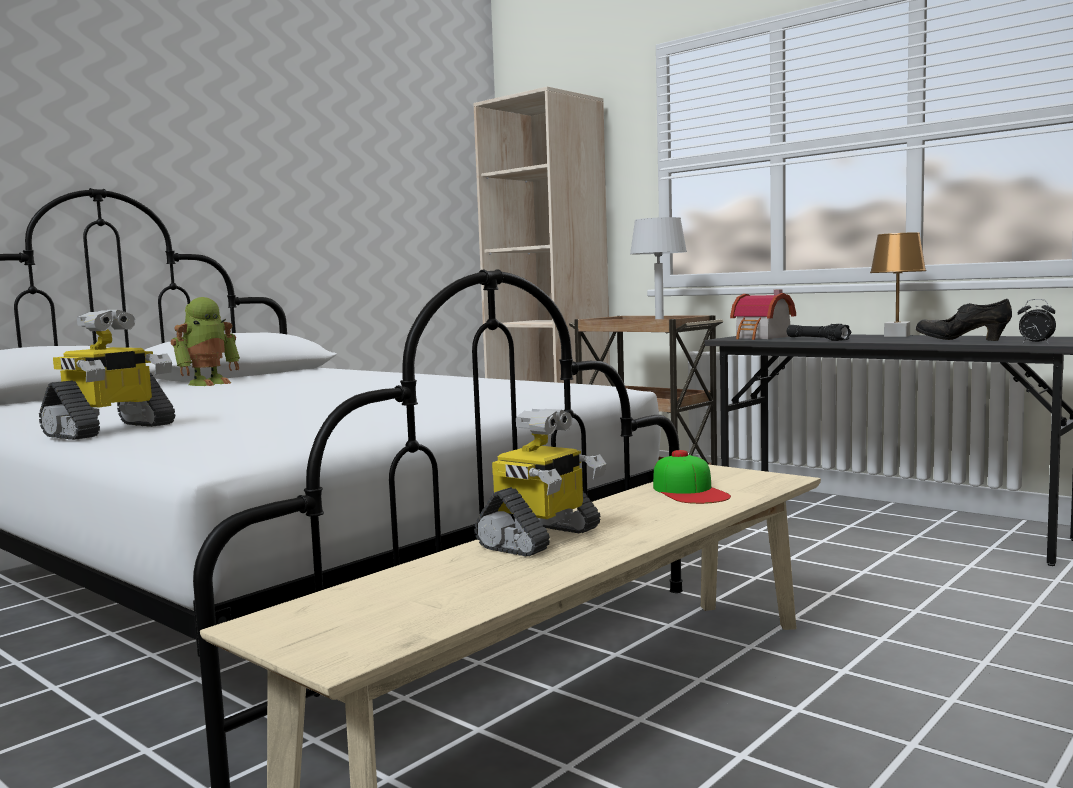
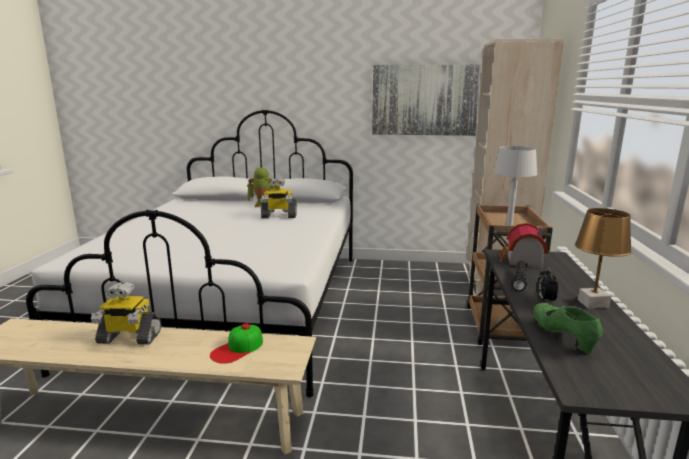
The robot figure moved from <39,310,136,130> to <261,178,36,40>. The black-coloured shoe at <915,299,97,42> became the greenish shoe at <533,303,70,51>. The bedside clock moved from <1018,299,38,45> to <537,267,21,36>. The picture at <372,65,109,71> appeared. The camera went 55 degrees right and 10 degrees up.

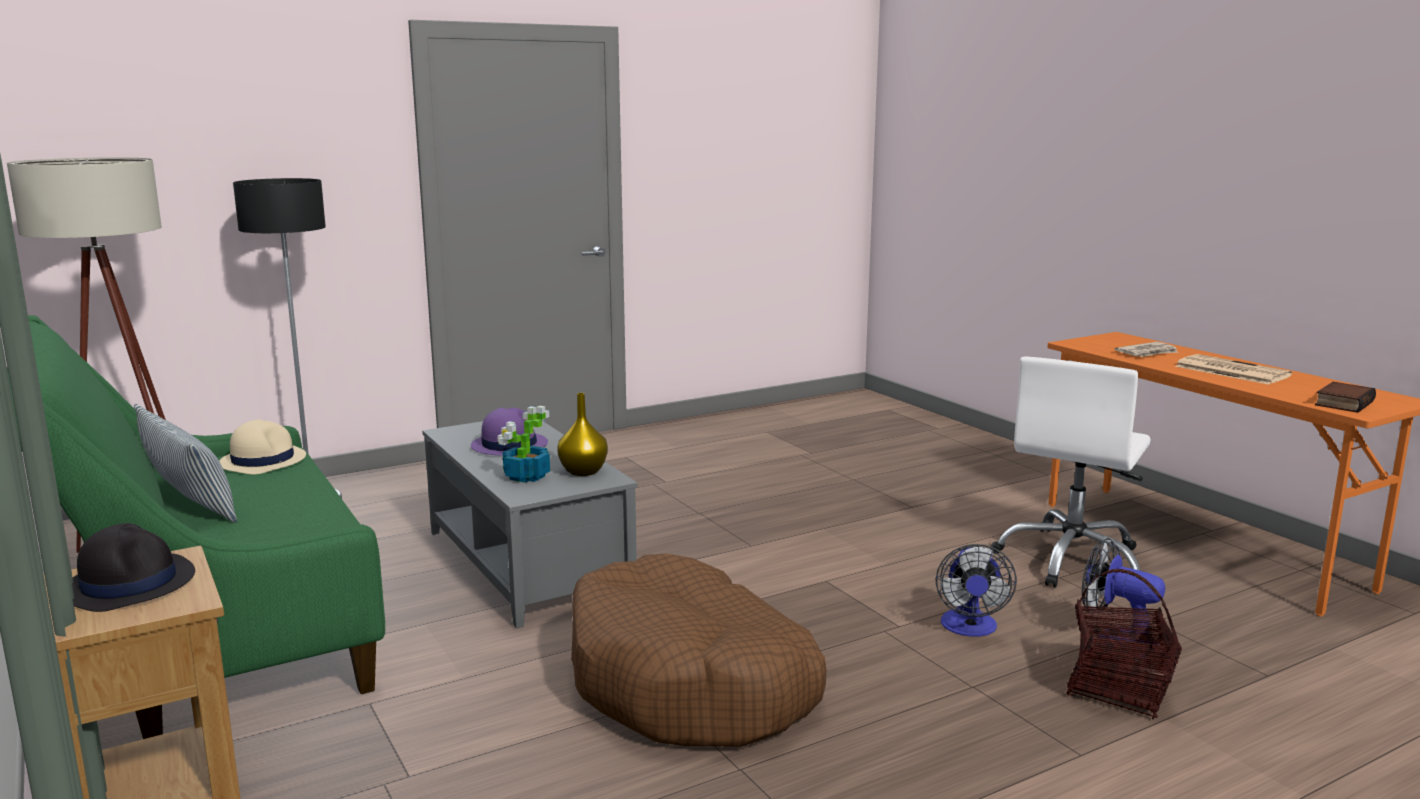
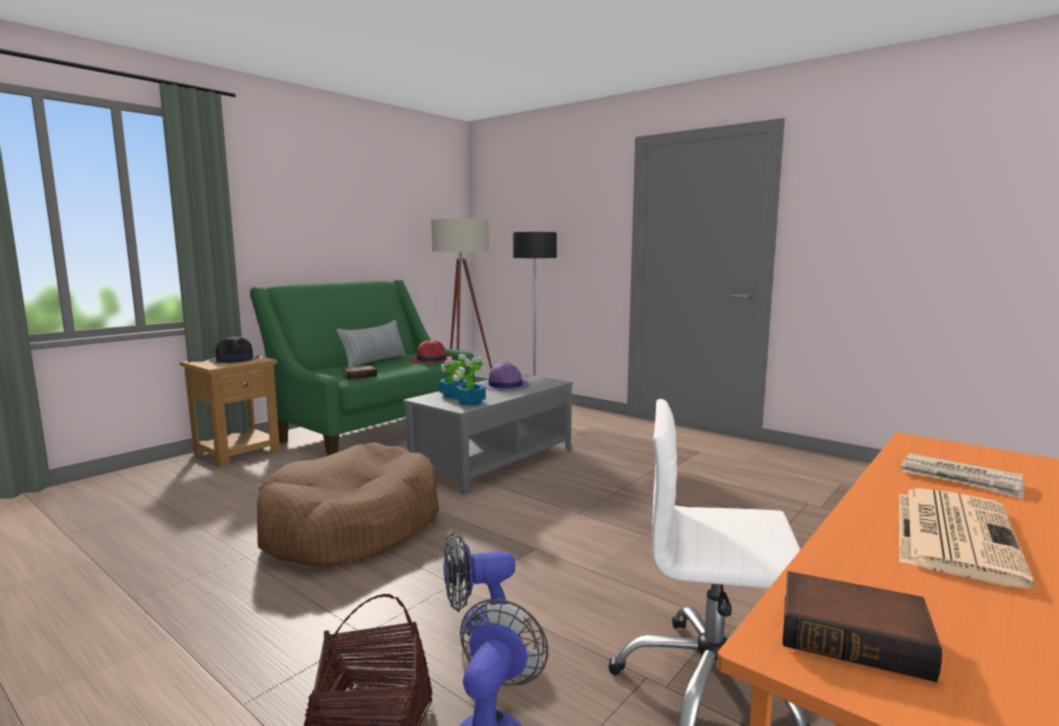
The sand-coloured wearable hat at <219,420,87,54> became the reddish wearable hat at <411,340,41,23>. The yellow-coloured flower vase at <557,393,51,83> was replaced by the houseplant at <453,357,33,49>. The book at <342,366,35,13> appeared. The camera went 70 degrees right and 5 degrees down.

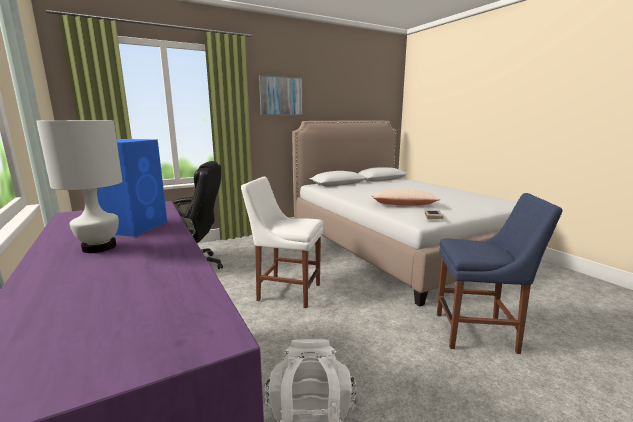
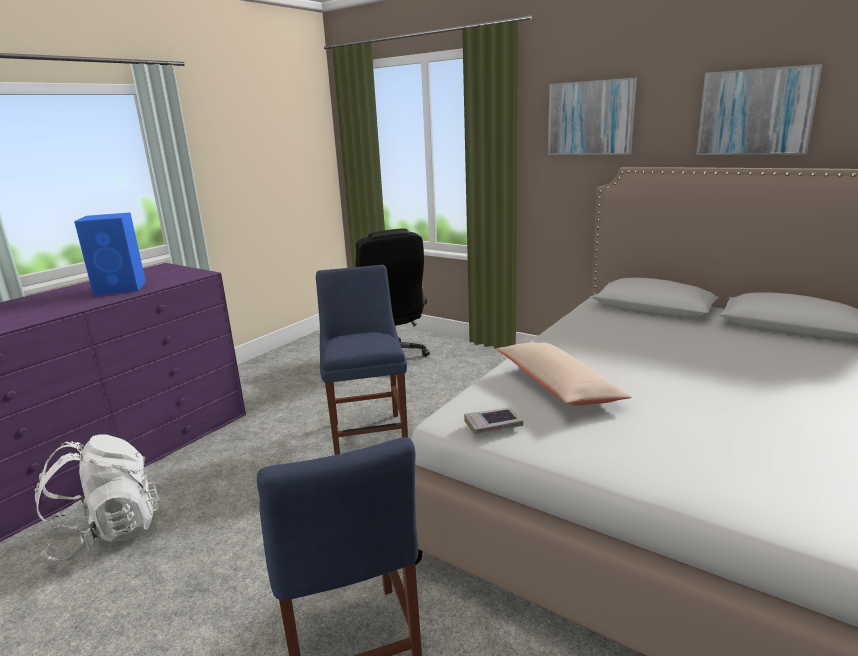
The whitish lamp for a table at <36,120,87,133> disappeared. The whitish upright chair at <241,177,82,131> became the blue upright chair at <316,265,92,190>. The picture at <696,64,126,91> appeared. The camera went 65 degrees right and 5 degrees up.

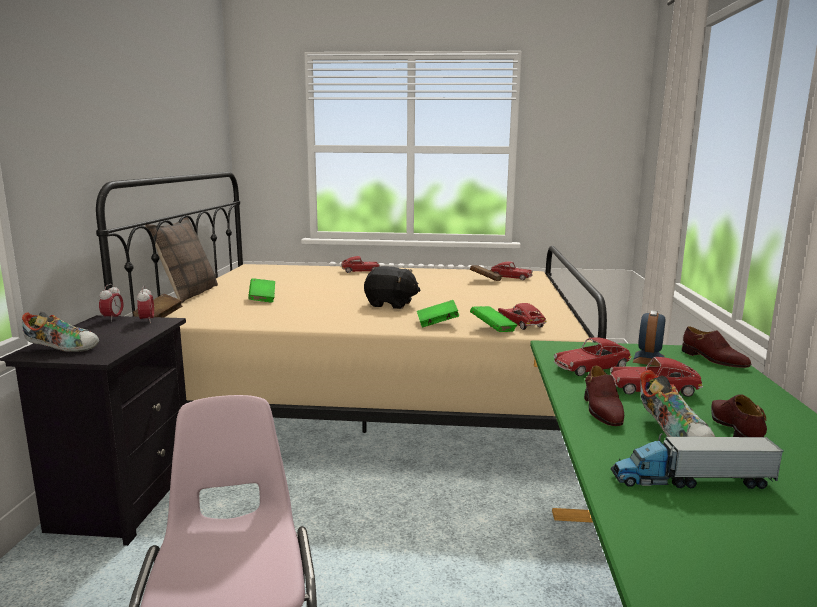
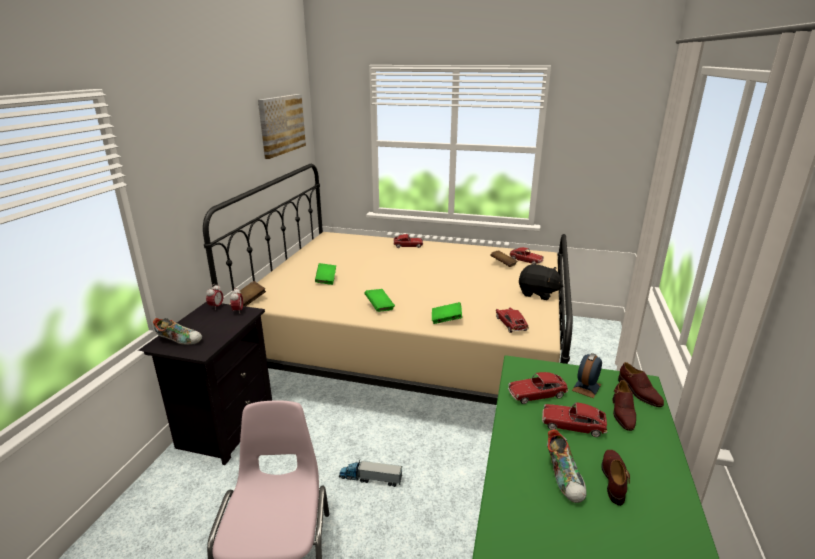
The cushion at <145,218,73,86> disappeared. The black-coloured plush toy moved from <364,266,56,43> to <519,264,44,36>. The greenish book moved from <470,306,47,26> to <364,289,31,23>. The brown shoe moved from <584,366,40,60> to <612,380,24,51>. The toy lorry moved from <611,433,173,56> to <339,460,63,27>. The picture at <258,94,48,65> appeared. The camera went 10 degrees right and 10 degrees up.

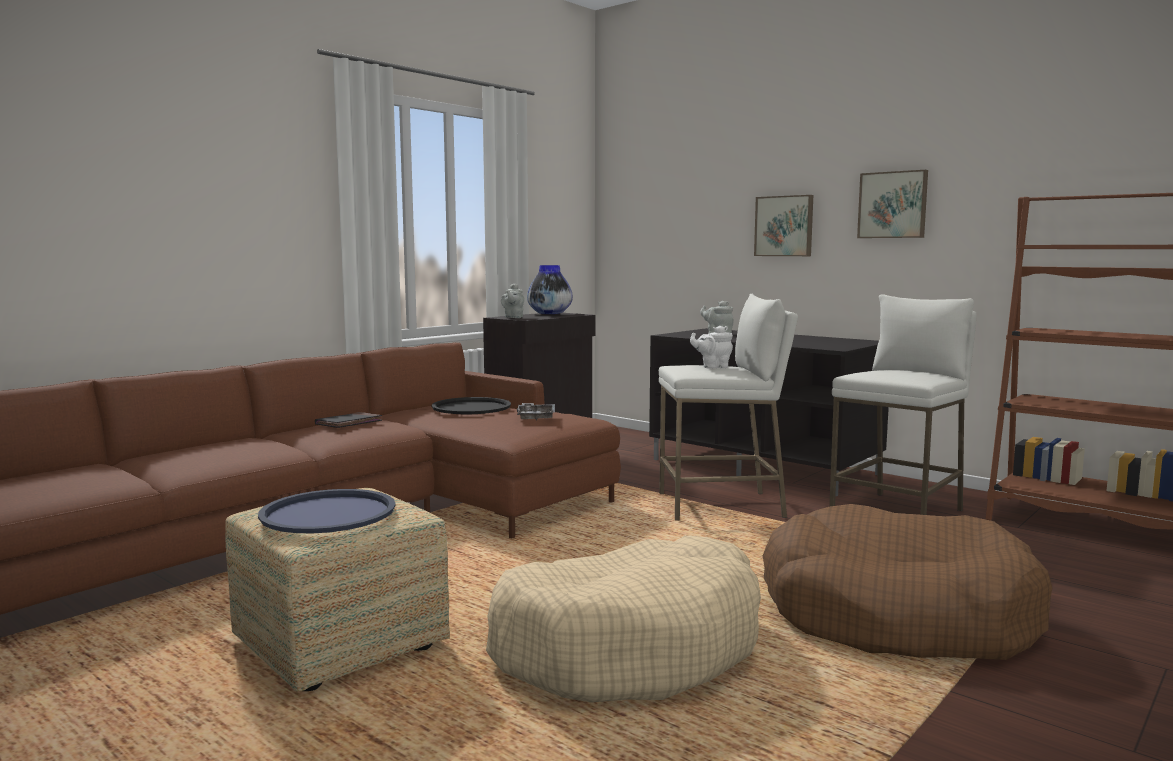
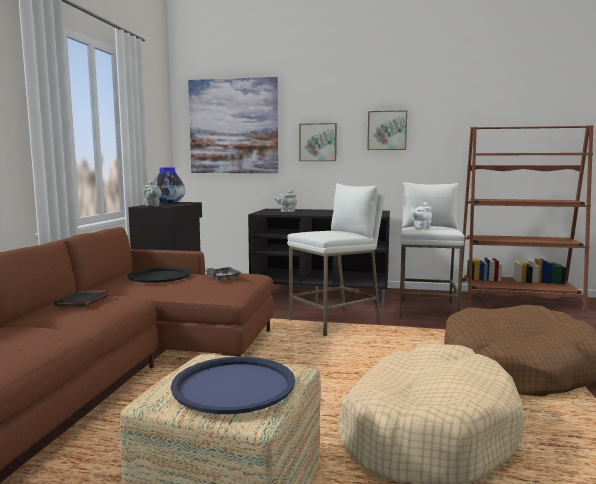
The whitish teapot moved from <690,326,43,43> to <411,202,21,27>. The picture at <188,77,90,96> appeared. The camera went 30 degrees left and 0 degrees up.

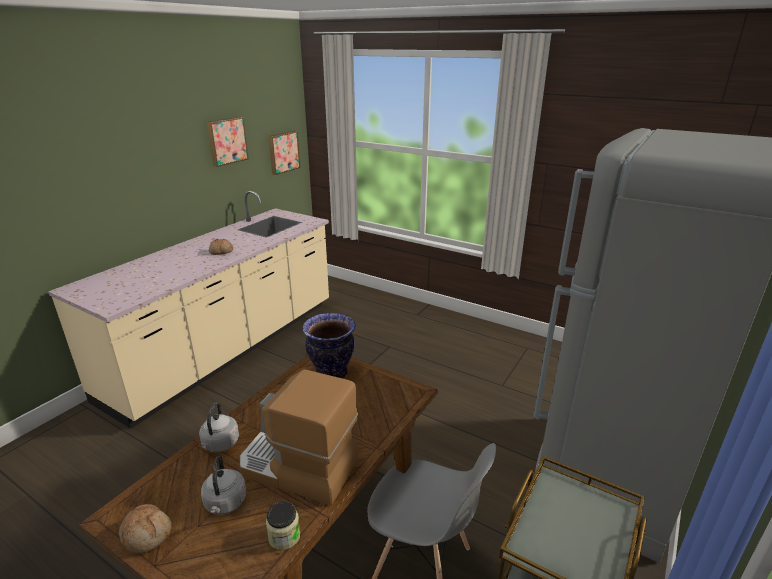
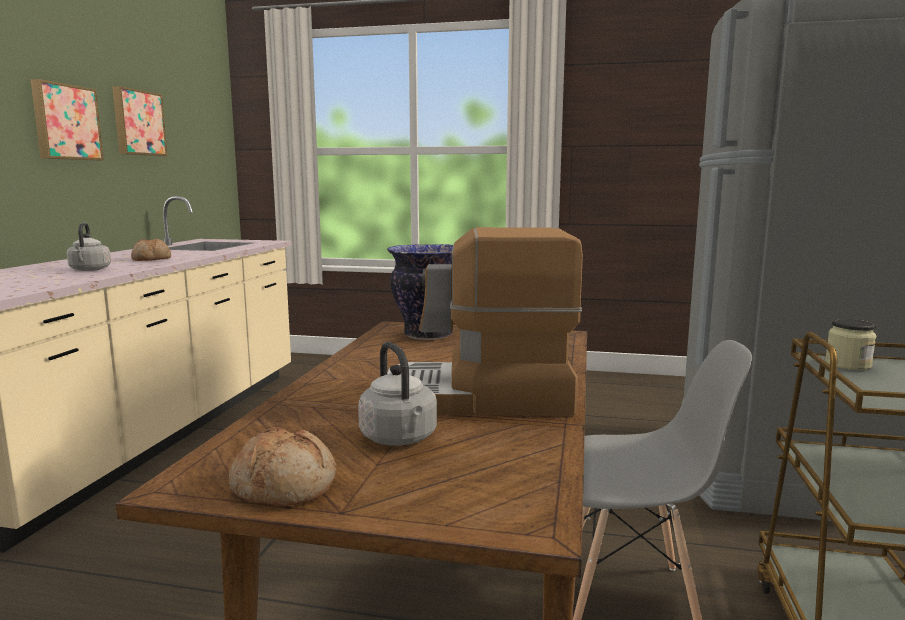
The greyish water kettle moved from <199,402,40,50> to <67,222,44,49>. The storage jar moved from <266,502,34,48> to <825,319,51,51>. The picture moved from <268,131,32,44> to <31,79,73,82>. The camera went 20 degrees left and 15 degrees down.

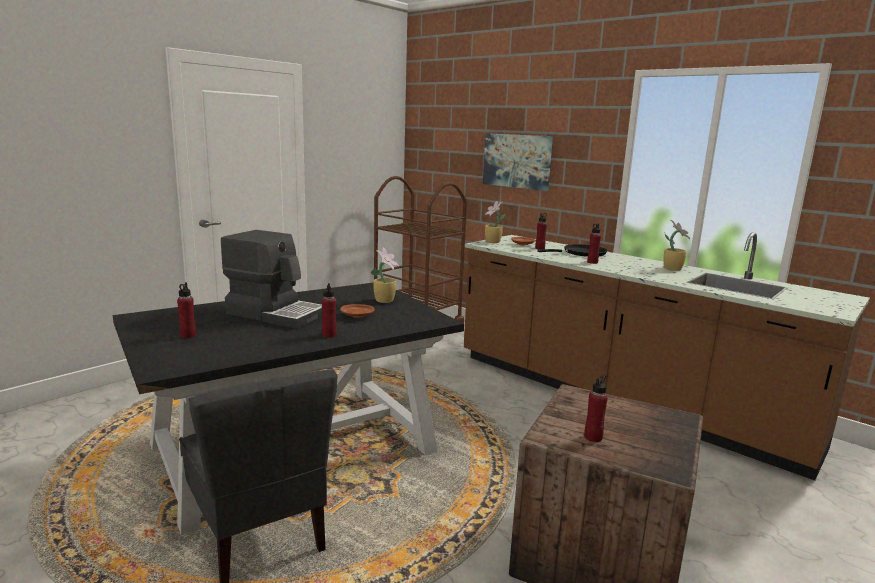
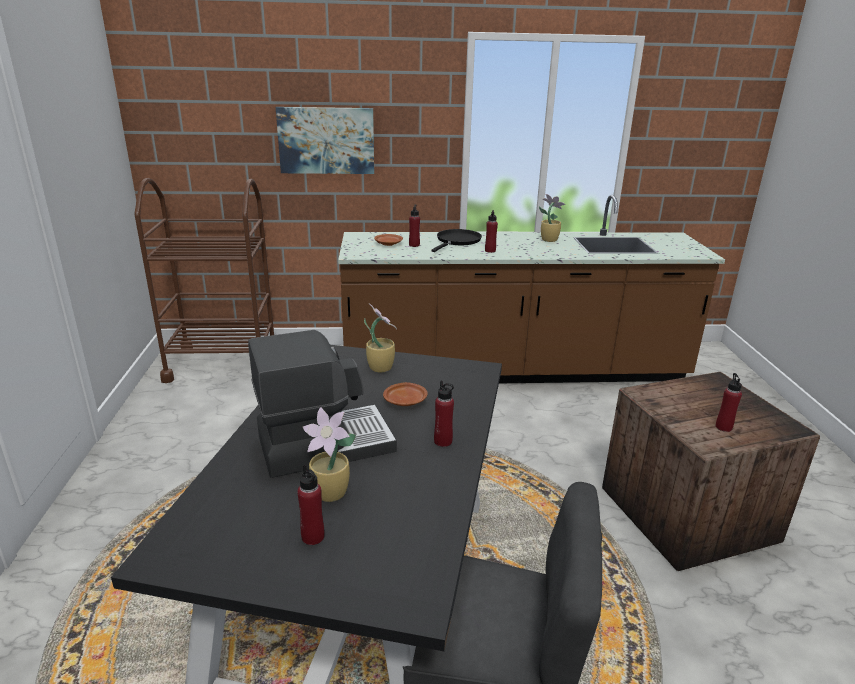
The houseplant moved from <485,201,20,42> to <303,407,53,95>. The camera went 45 degrees left and 10 degrees up.

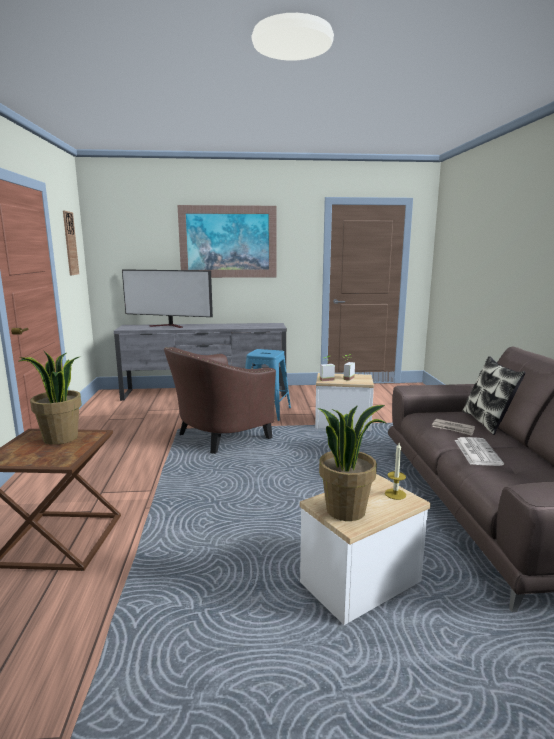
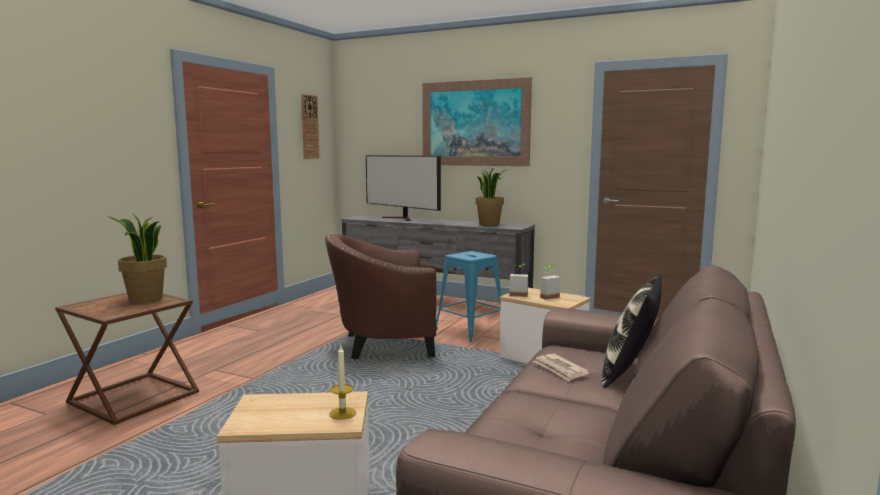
The houseplant moved from <318,405,68,116> to <476,169,32,57>. The daily paper at <455,437,49,29> disappeared. The camera went 30 degrees right and 5 degrees down.

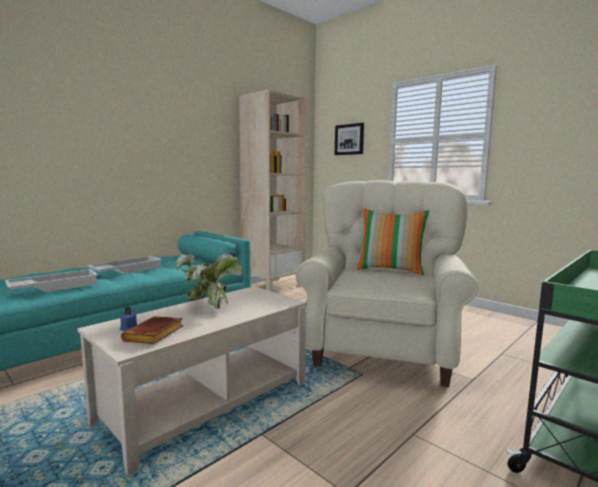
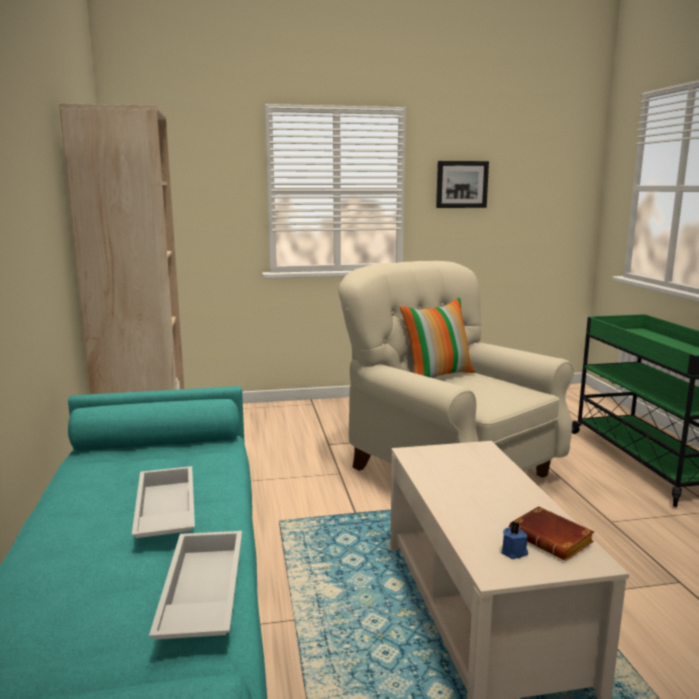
The houseplant at <176,253,66,56> disappeared. The picture moved from <335,123,29,32> to <436,161,53,47>. The camera went 55 degrees left and 5 degrees up.

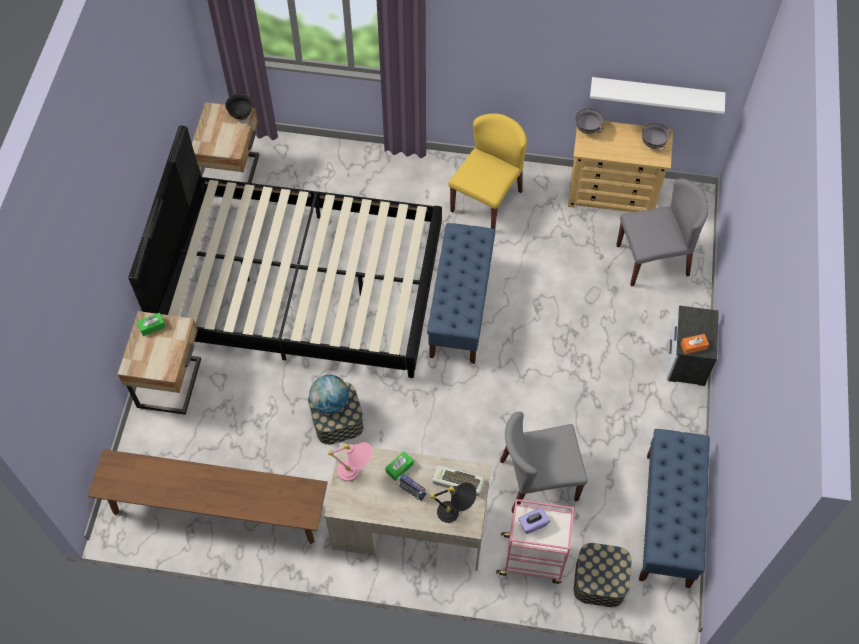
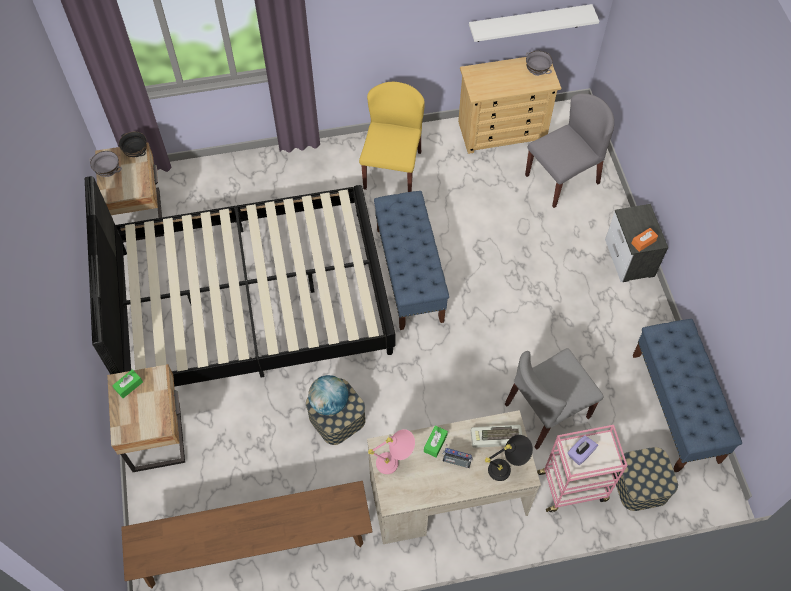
The greyish serving bowl moved from <574,108,30,26> to <89,151,33,26>. The camera went 20 degrees left and 0 degrees up.

